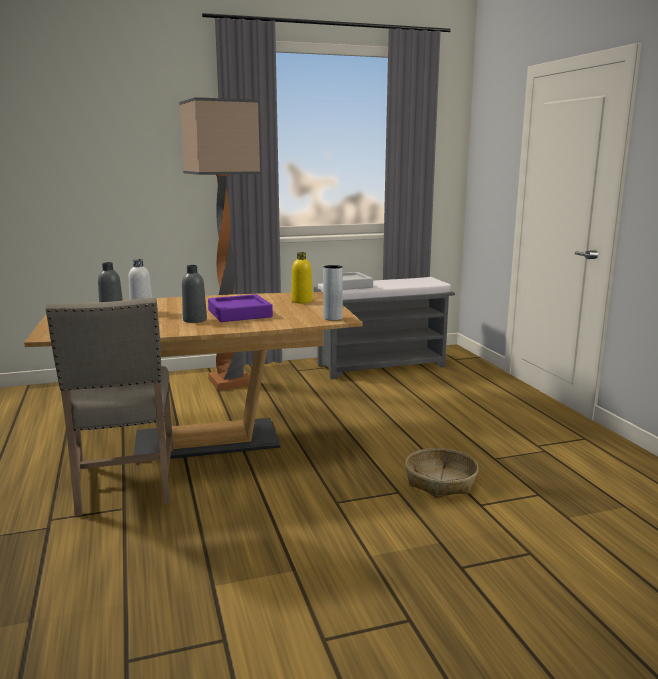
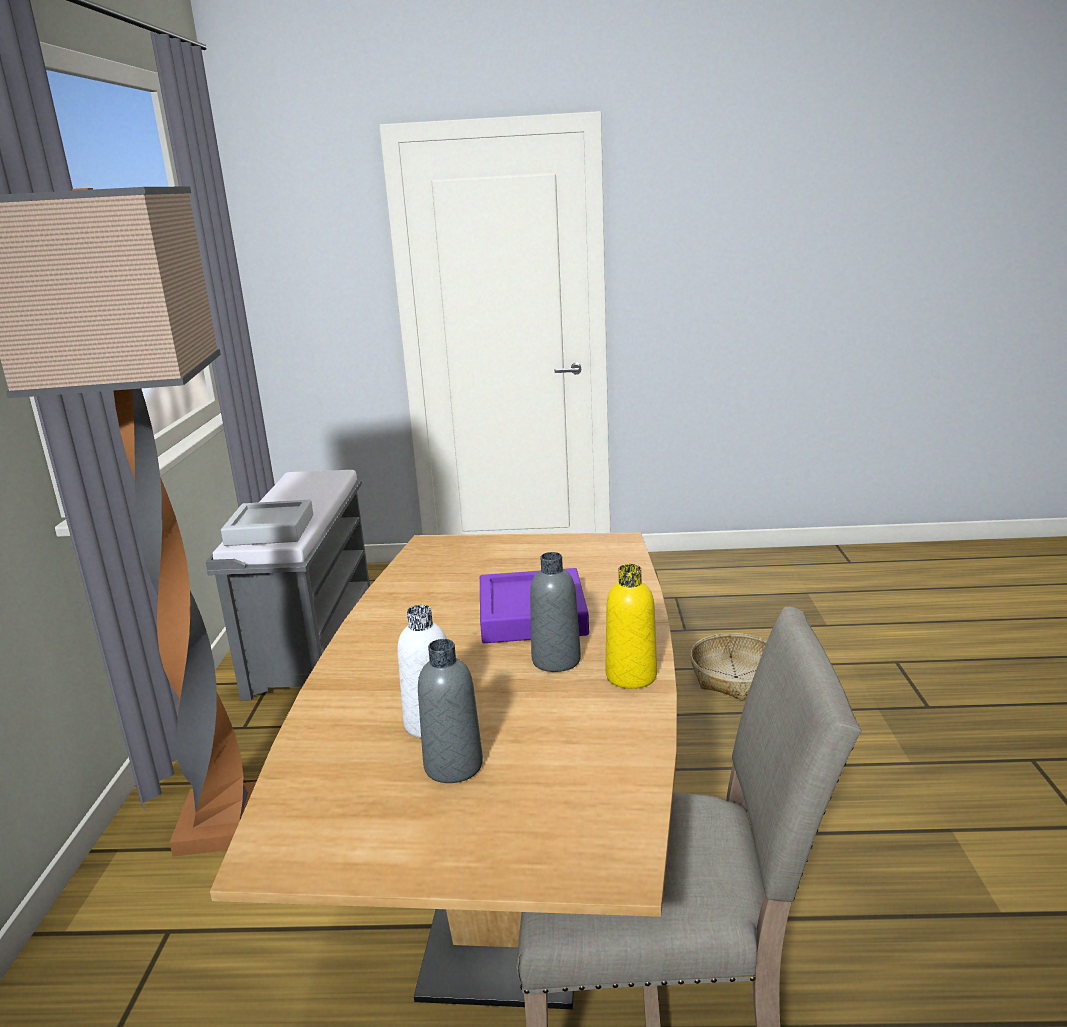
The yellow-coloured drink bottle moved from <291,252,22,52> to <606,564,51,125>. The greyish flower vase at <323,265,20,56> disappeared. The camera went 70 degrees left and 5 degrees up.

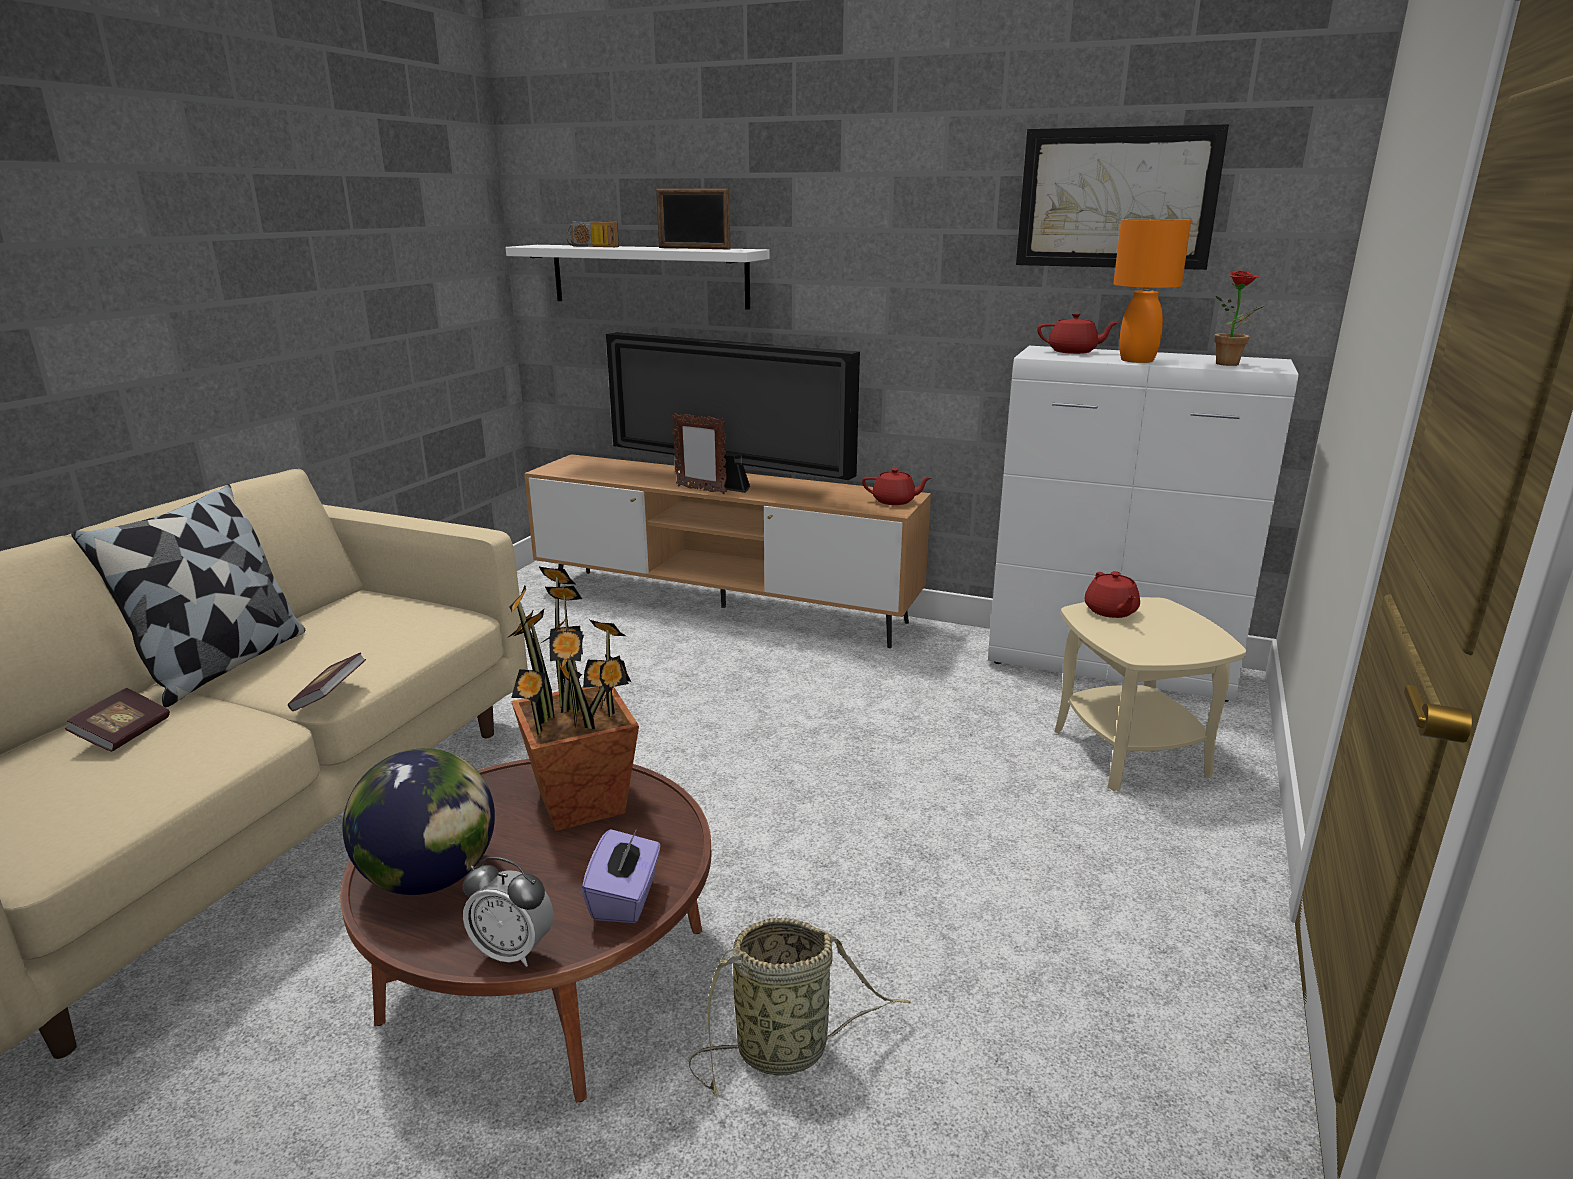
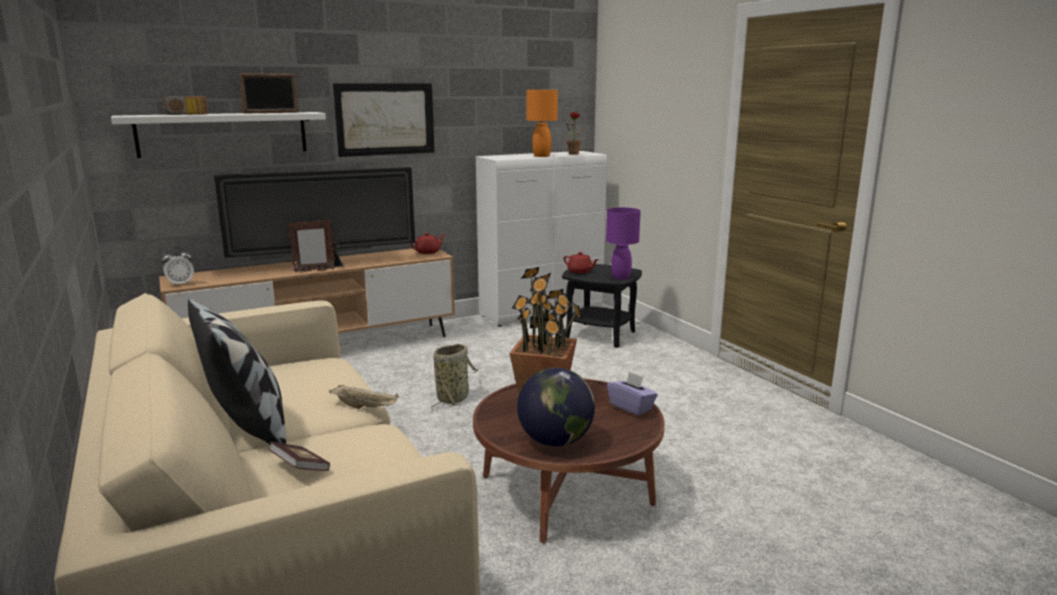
The book at <288,652,78,59> was replaced by the sand-coloured tray at <329,384,70,25>. The bedside clock moved from <463,857,91,110> to <161,247,33,40>. The storage basket moved from <688,917,223,179> to <431,344,47,66>. The picture moved from <1016,124,213,146> to <333,83,102,74>. The reddish teapot at <1037,313,82,41> disappeared. The sand-coloured accent table at <1054,597,192,194> became the black-coloured accent table at <562,264,80,84>. The purple lamp for a table at <606,207,35,73> appeared. The camera went 50 degrees left and 5 degrees down.

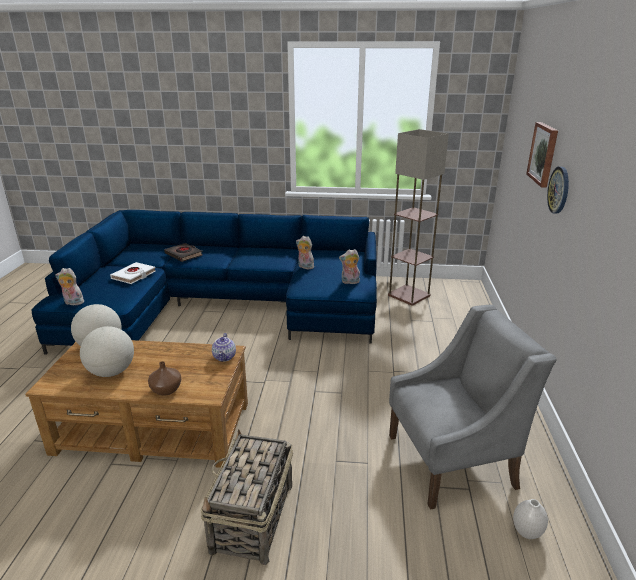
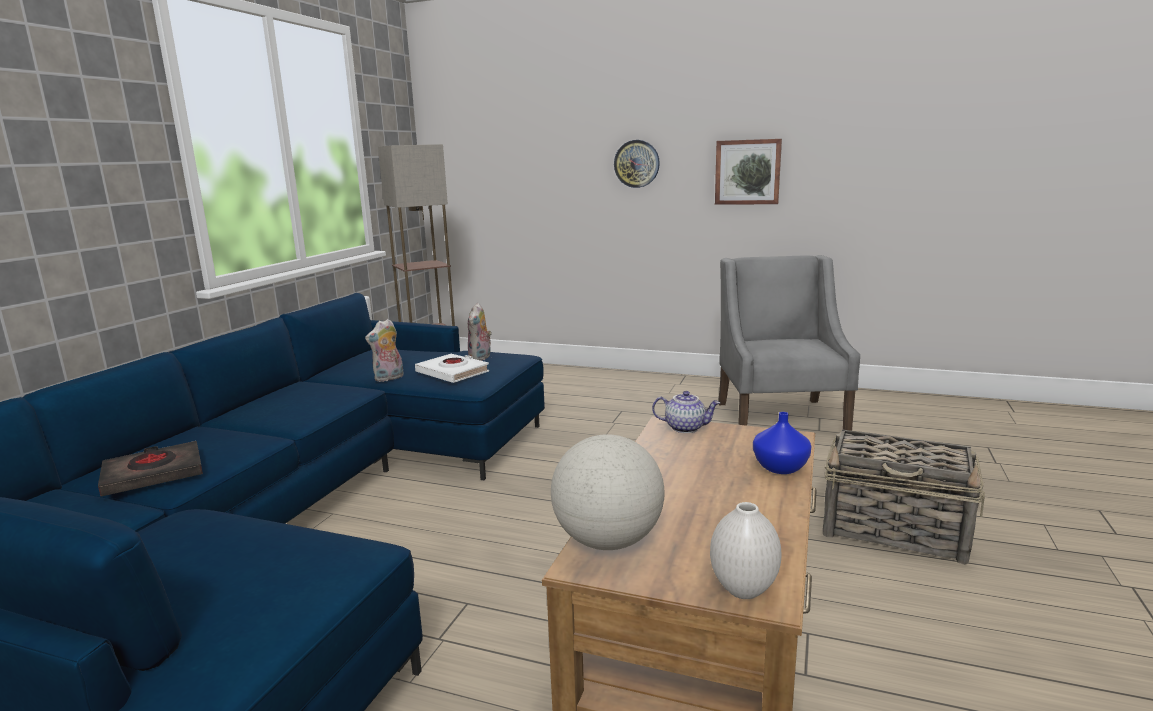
The plush toy at <56,268,28,37> disappeared. The desk globe at <80,326,54,51> disappeared. The whitish book moved from <110,262,46,22> to <415,354,74,29>. The brown flower vase at <148,361,33,35> became the blue flower vase at <753,412,59,62>. The whitish flower vase moved from <513,499,35,40> to <710,502,72,97>. The picture moved from <526,122,32,66> to <715,139,67,66>. The camera went 75 degrees left and 10 degrees down.

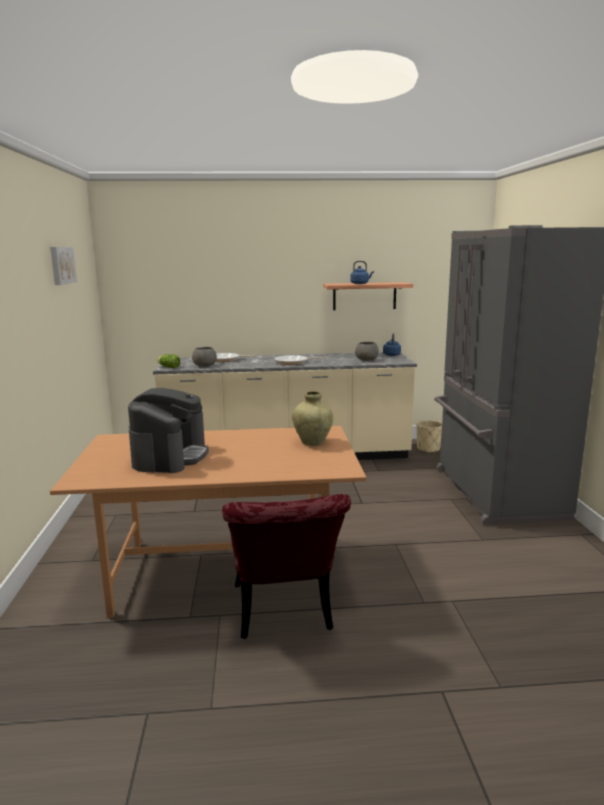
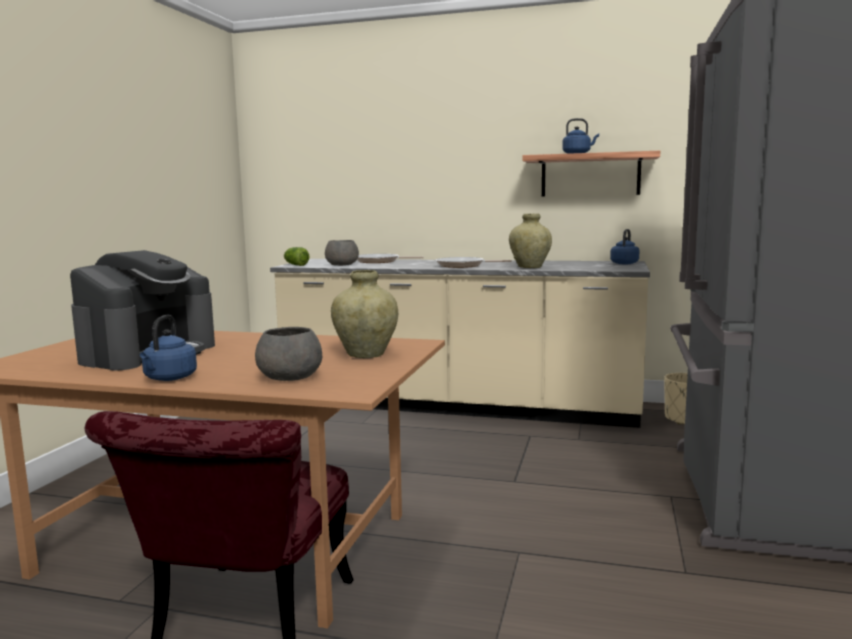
The picture at <50,247,27,38> disappeared. The greyish serving bowl moved from <355,342,24,19> to <255,327,67,54>. The blue water kettle at <140,315,57,66> appeared. The sand-coloured flower vase at <509,213,43,55> appeared. The camera went 20 degrees right and 5 degrees down.

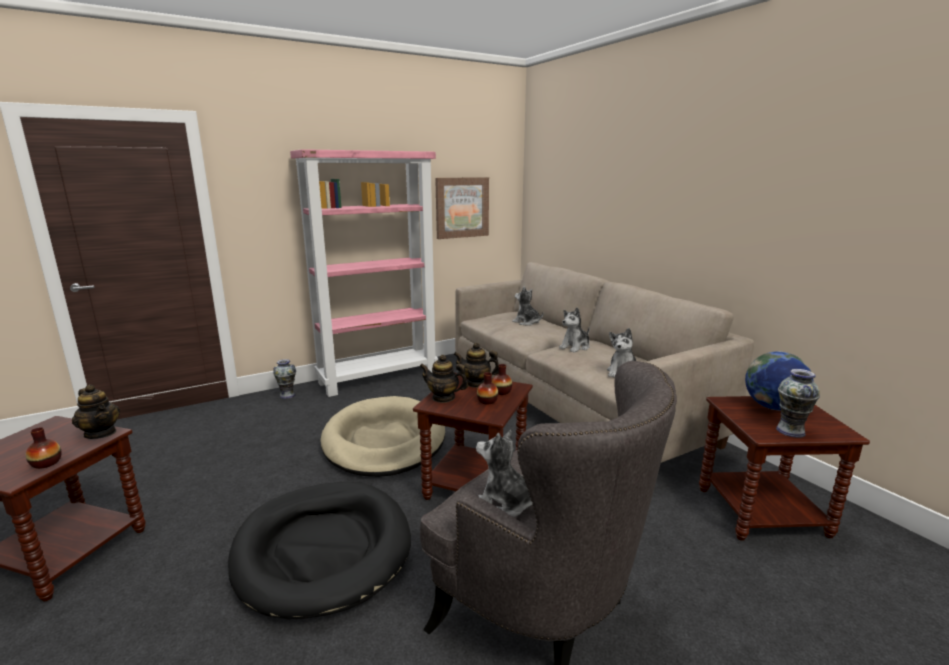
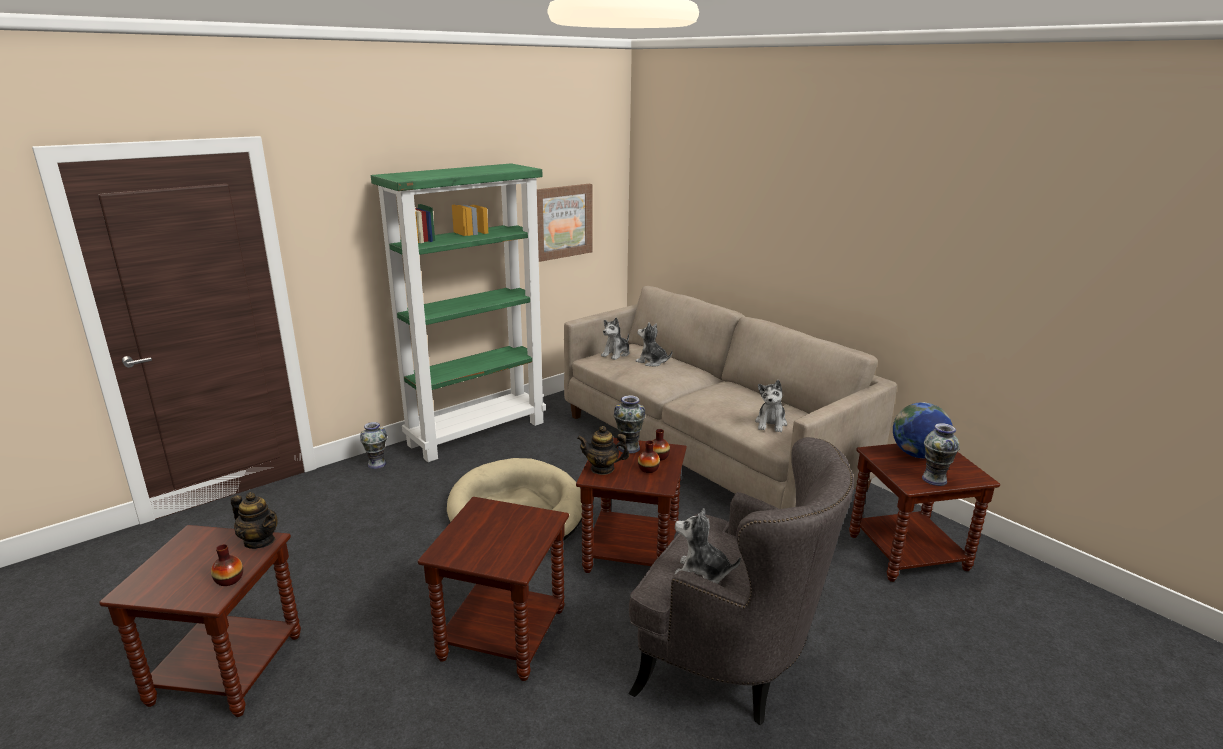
The black-coloured pet bed at <228,482,183,137> was replaced by the brown accent table at <418,497,151,184>. The pink bookshelf at <290,149,148,248> became the greenish bookshelf at <371,163,175,299>. The teapot at <453,343,46,45> was replaced by the flower vase at <614,395,31,59>. The plush toy moved from <559,307,31,46> to <601,318,28,42>. The camera went 10 degrees left and 5 degrees up.

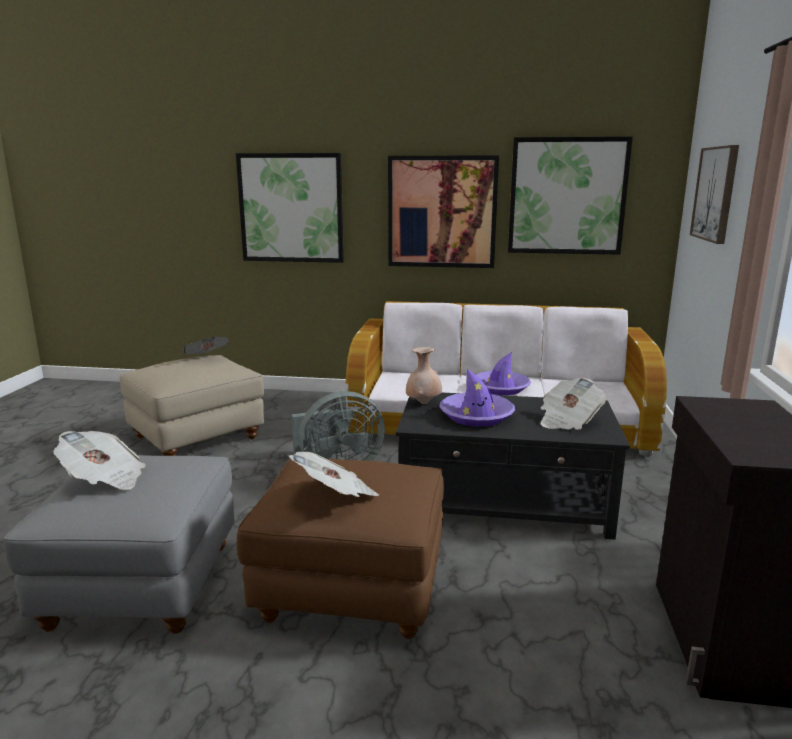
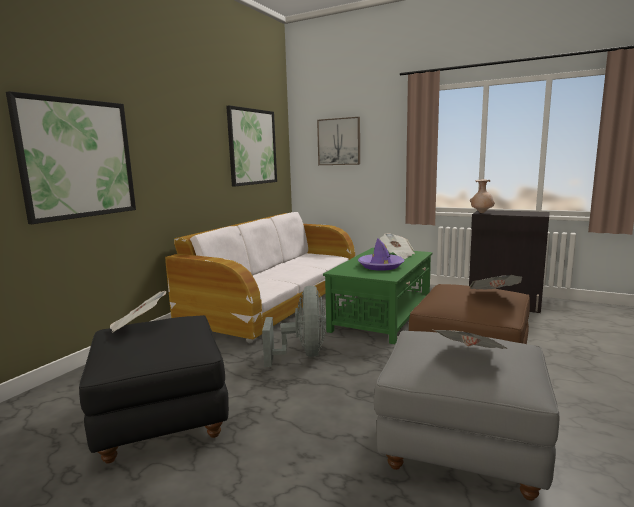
The sand-coloured pouffe at <120,355,144,101> became the black-coloured pouffe at <79,315,150,148>. The picture at <388,155,111,113> disappeared. The black-coloured lounge table at <396,392,234,148> became the greenish lounge table at <323,248,110,96>. The sand-coloured flower vase moved from <406,347,36,57> to <470,179,25,34>. The purple wearable hat at <476,352,55,43> disappeared. The camera went 70 degrees left and 5 degrees down.

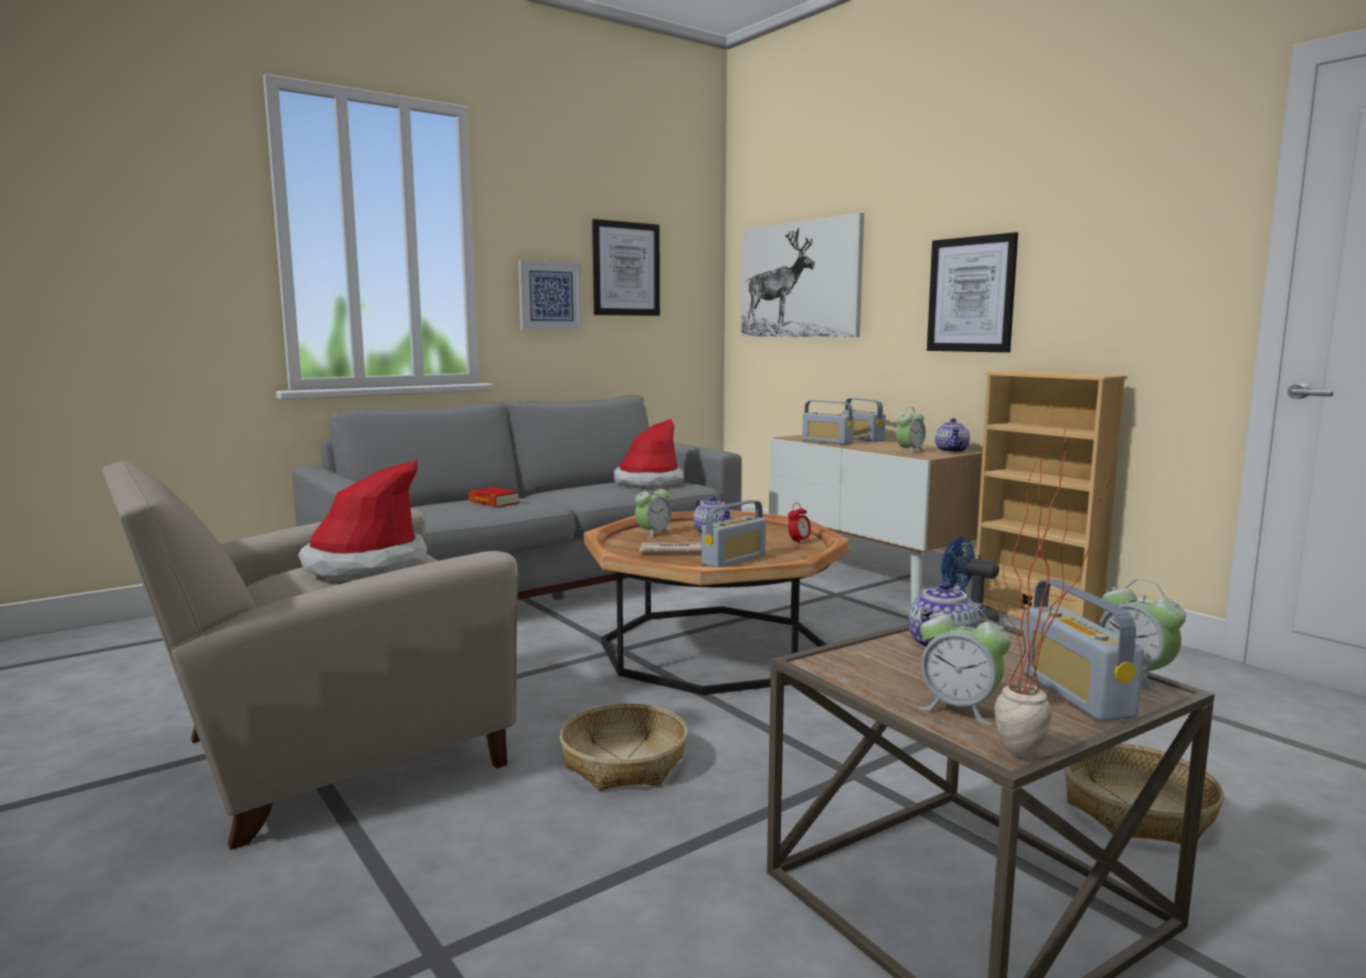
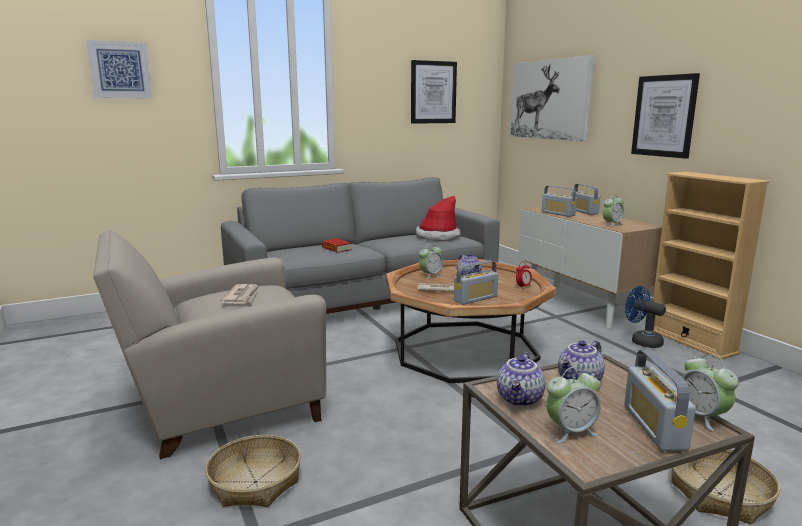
The wearable hat at <298,460,129,120> was replaced by the daily paper at <221,284,38,19>. The picture moved from <518,260,64,70> to <86,40,67,58>. The storage basket moved from <560,703,128,88> to <205,435,96,72>. The bedside clock at <918,604,93,121> turned 60 degrees counterclockwise. The teapot moved from <935,418,35,35> to <497,352,48,55>. The houseplant at <994,425,117,332> disappeared. The camera went 10 degrees right and 5 degrees up.

